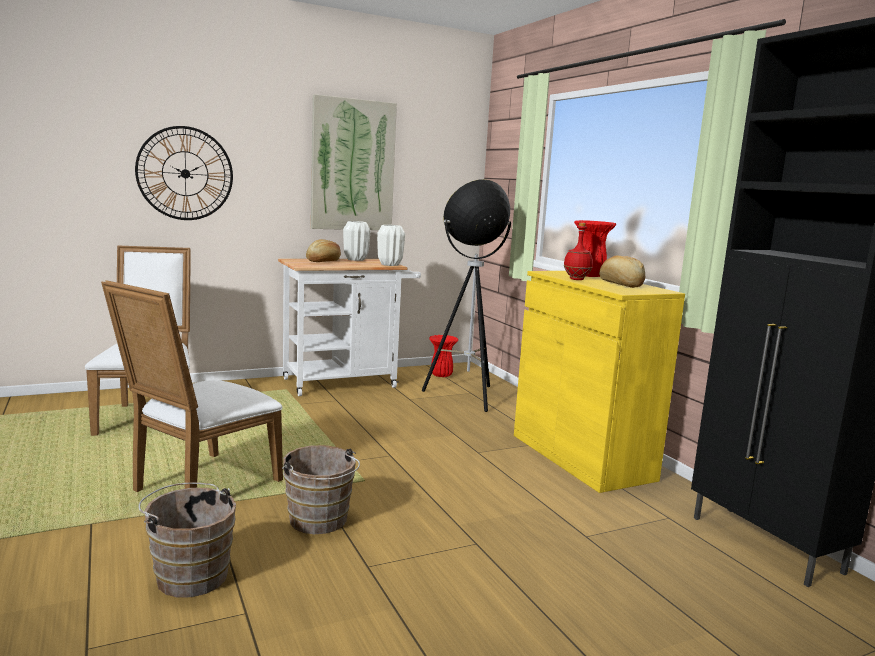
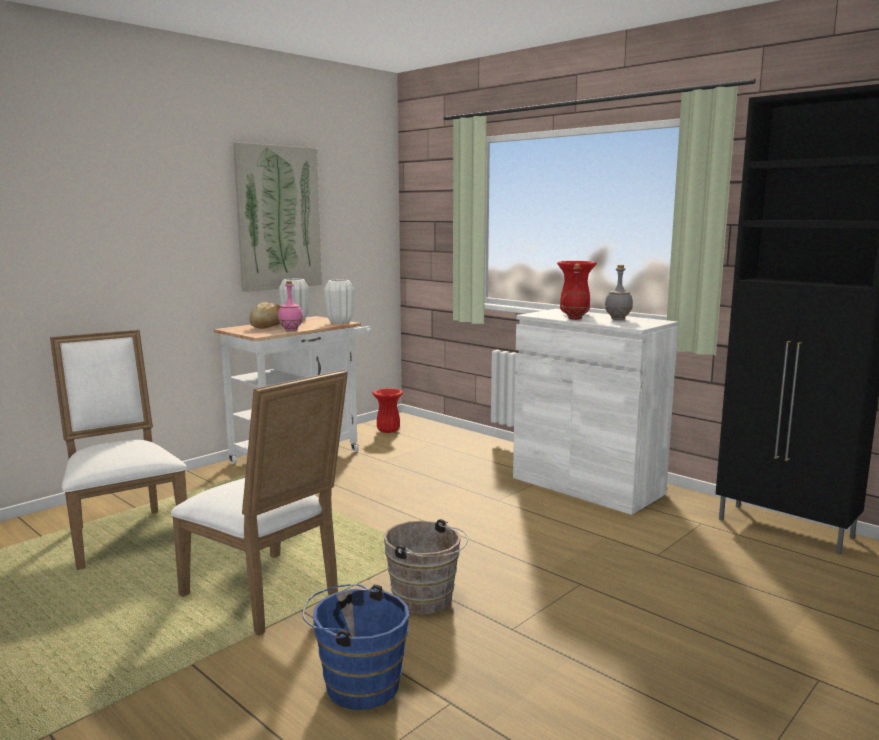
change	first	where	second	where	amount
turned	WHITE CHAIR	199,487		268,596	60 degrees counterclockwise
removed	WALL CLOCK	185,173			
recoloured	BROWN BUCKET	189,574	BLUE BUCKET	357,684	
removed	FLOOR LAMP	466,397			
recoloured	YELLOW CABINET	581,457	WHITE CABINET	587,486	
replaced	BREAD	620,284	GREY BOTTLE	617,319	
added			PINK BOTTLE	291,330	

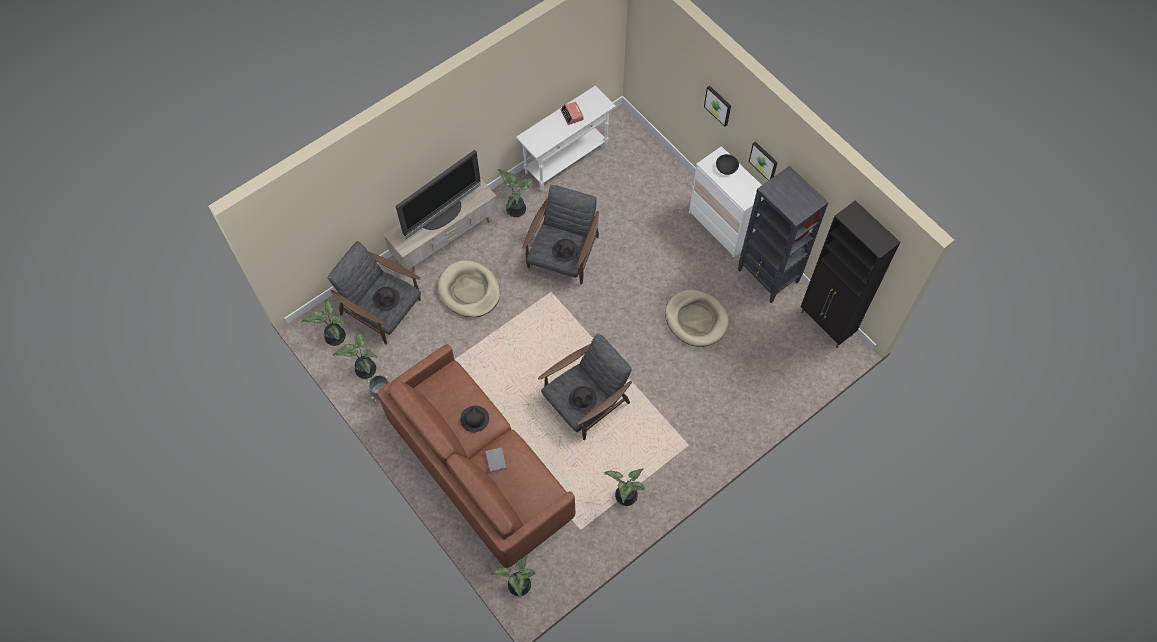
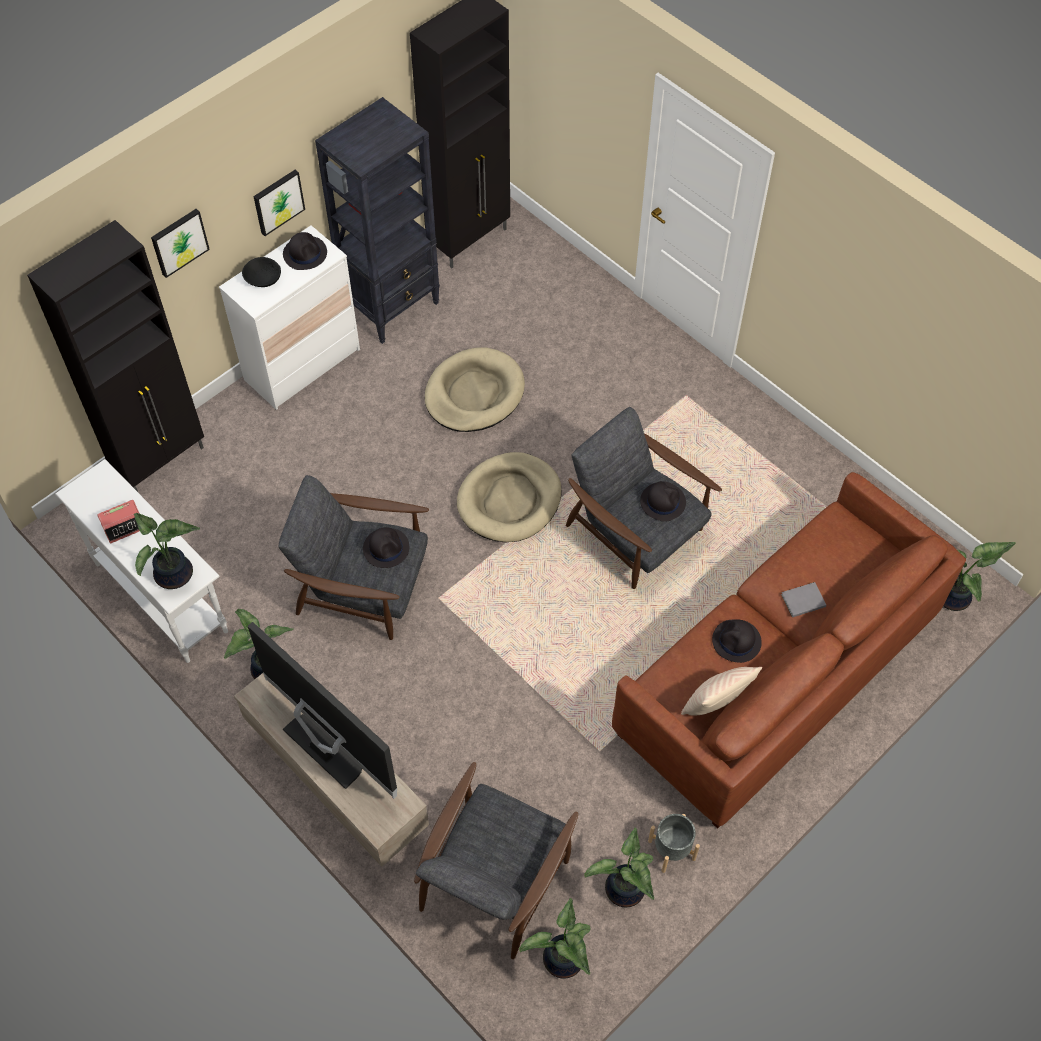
change	first	where	second	where	amount
moved	BLACK HAT	386,299		305,253	
moved	BEIGE DOG BED	469,291		509,500	
moved	POTTED PLANT	625,496		175,576	
added			BLACK CABINET	161,460	
added			BEIGE PILLOW	716,703	

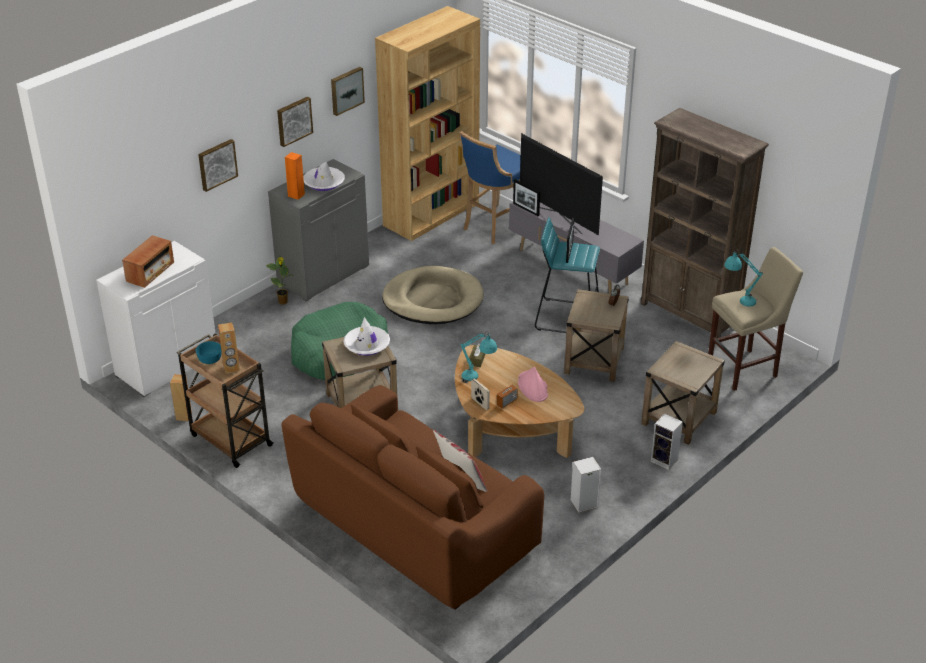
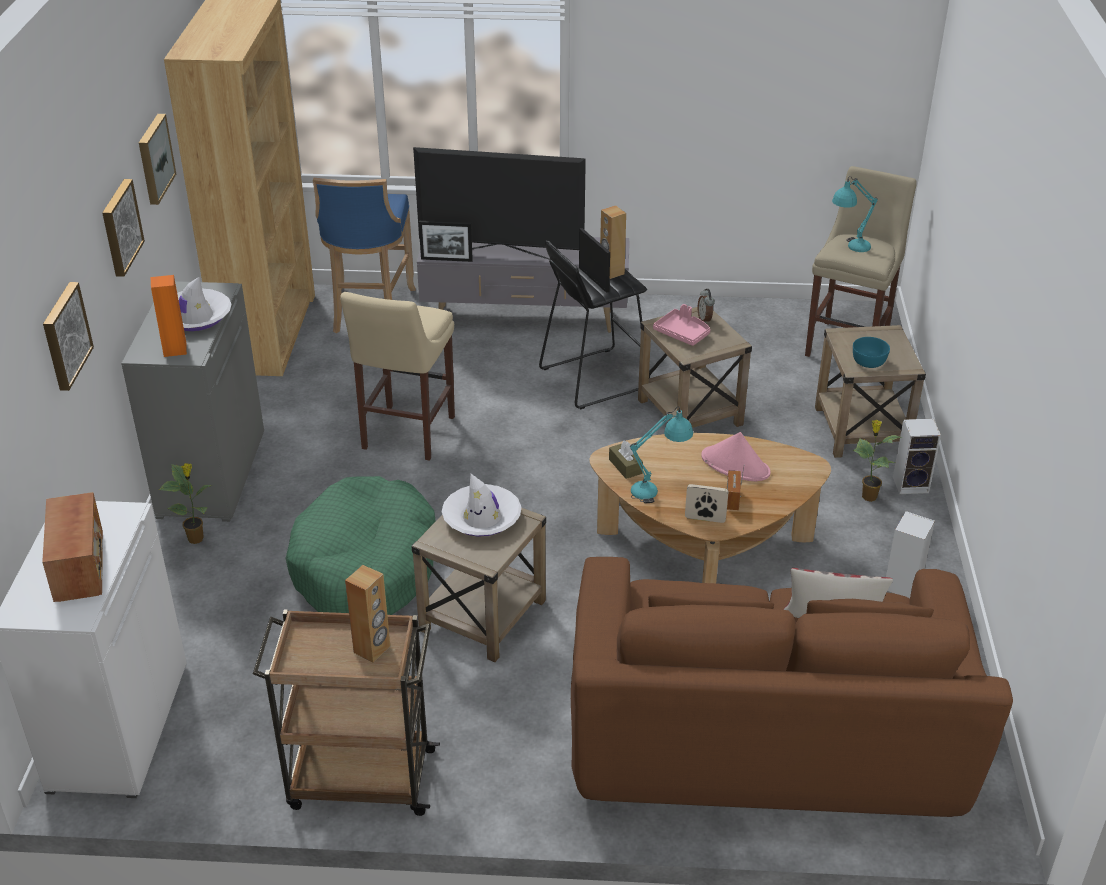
change	first	where	second	where	amount
moved	BROWN SPEAKER	183,416		611,272	
moved	TURQUOISE BOWL	209,358		868,361	
replaced	BEIGE DOG BED	433,300	BEIGE STOOL	406,435	
recoloured	TURQUOISE STOOL	566,317	BLACK STOOL	593,378	
removed	BROWN BOOKCASE	689,315			
added			PINK TRAY	682,333	
added			POTTED PLANT	868,496	

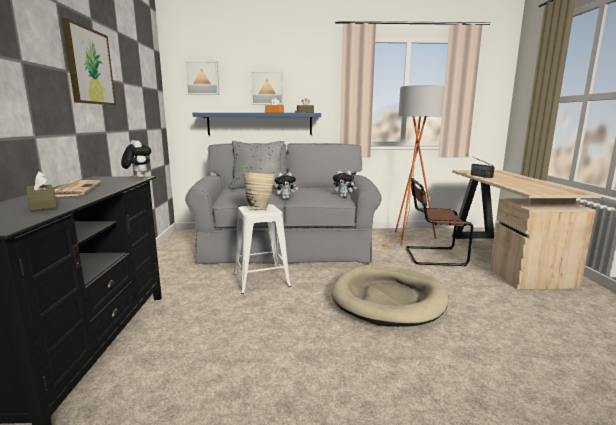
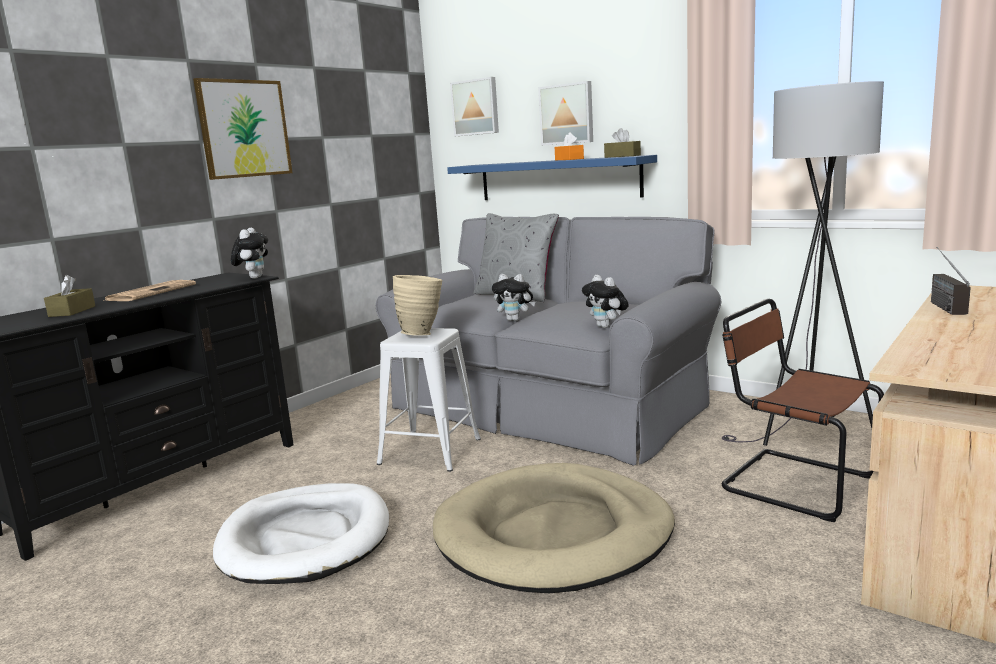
change	first	where	second	where	amount
recoloured	ORANGE FLOOR LAMP	409,239	GREY FLOOR LAMP	809,437	
added			WHITE DOG BED	306,539	

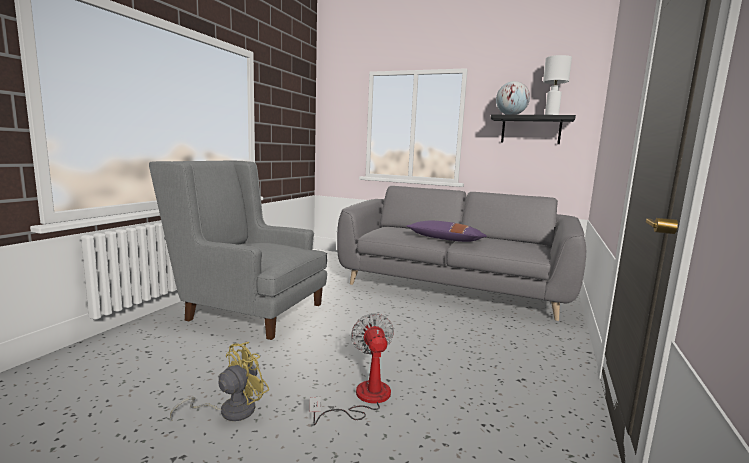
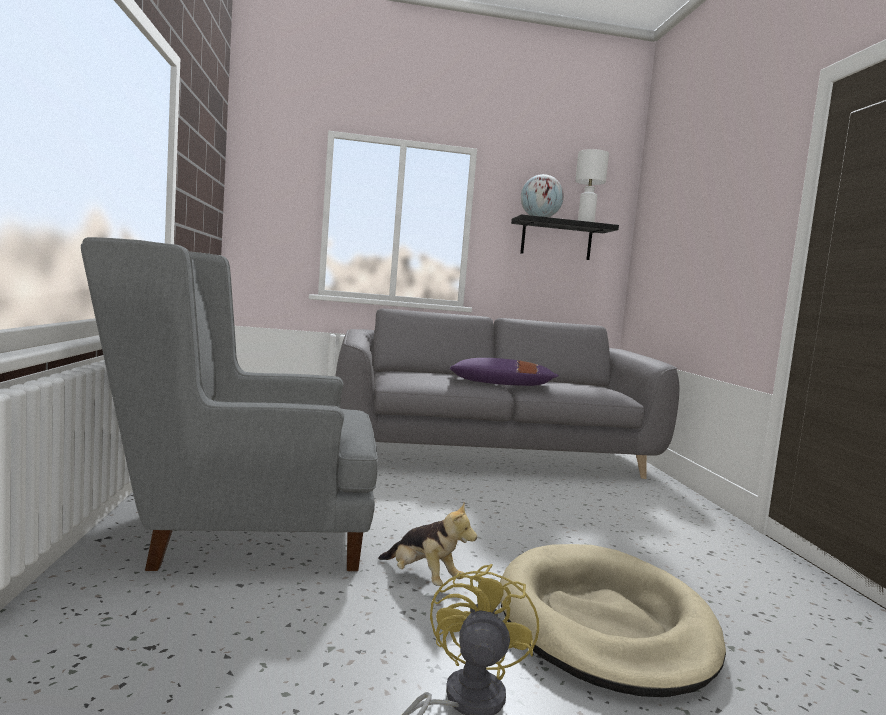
change	first	where	second	where	amount
replaced	FAN	364,399	BEIGE DOG BED	603,623	
added			PLUSH TOY	422,578	

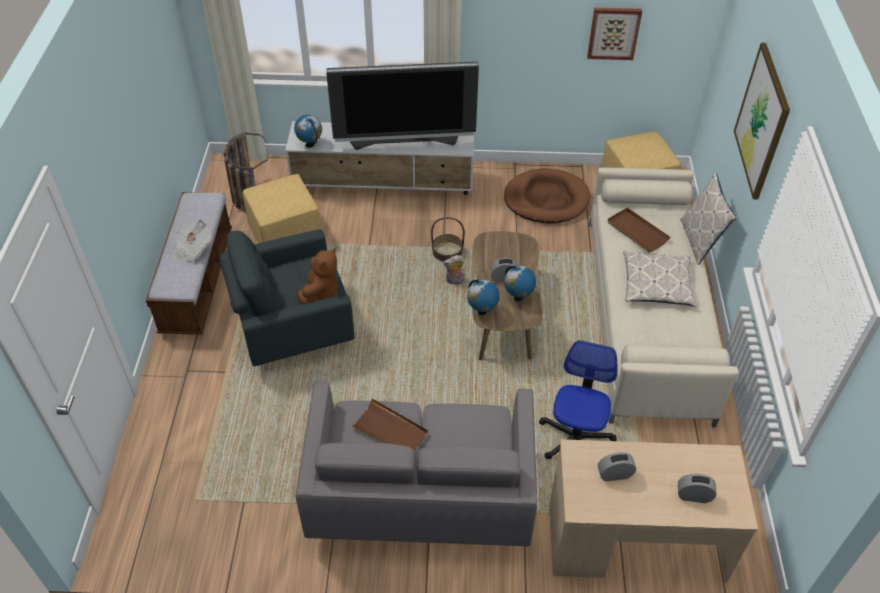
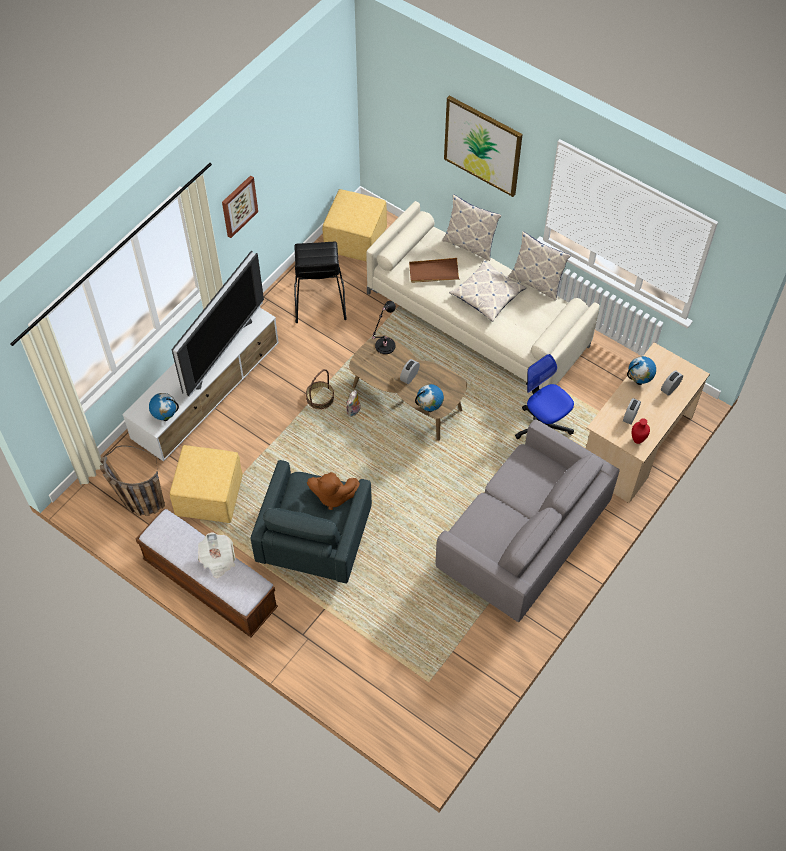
change	first	where	second	where	amount
turned	BROWN PLUSH TOY	320,291		333,496	135 degrees clockwise
removed	BROWN TRAY	390,430			
replaced	BROWN DOG BED	546,199	BLACK STOOL	319,301	
moved	GLOBE	518,297		639,381	
moved	PICTURE	613,33		238,206	
added			BLACK TABLE LAMP	384,347	
added			PILLOW	536,282	
added			RED VASE	637,440	

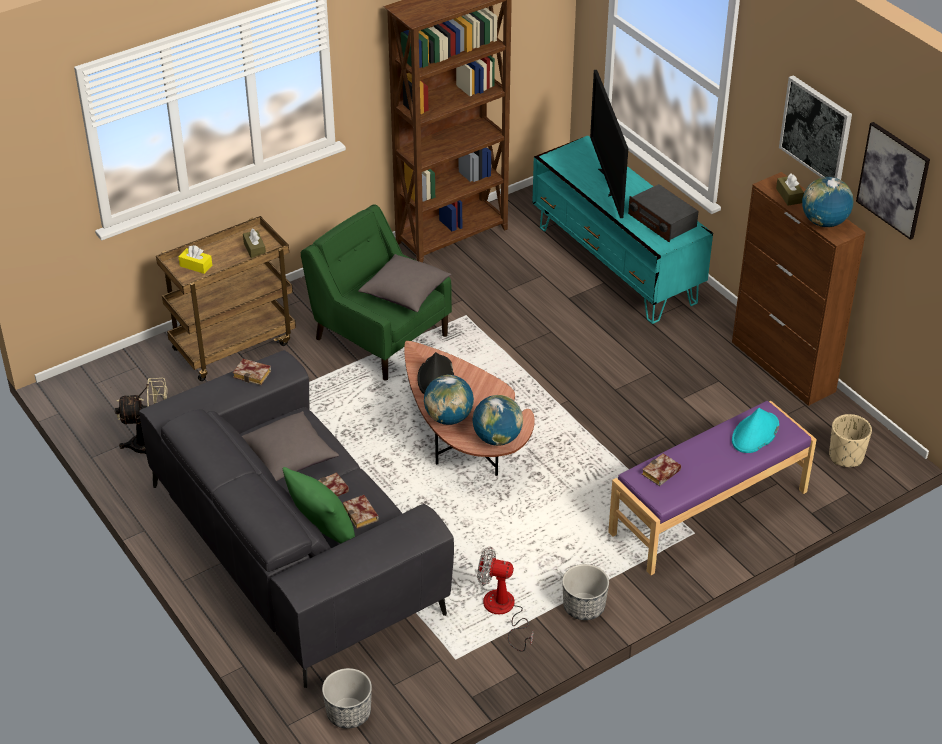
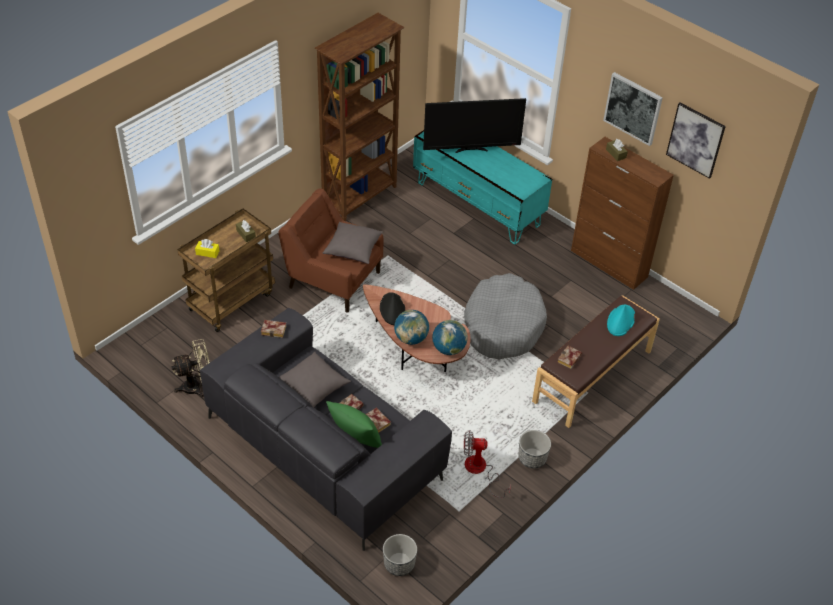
change	first	where	second	where	amount
recoloured	GREEN ARMCHAIR	380,336	BROWN ARMCHAIR	333,279	
turned	TELEVISION	608,182		471,149	75 degrees counterclockwise
recoloured	PURPLE BENCH	709,513	BROWN BENCH	593,376	
removed	RADIO	662,221			
removed	GLOBE	824,222			
removed	BEIGE PLANTER	846,456			
added			GREY DOG BED	503,325	

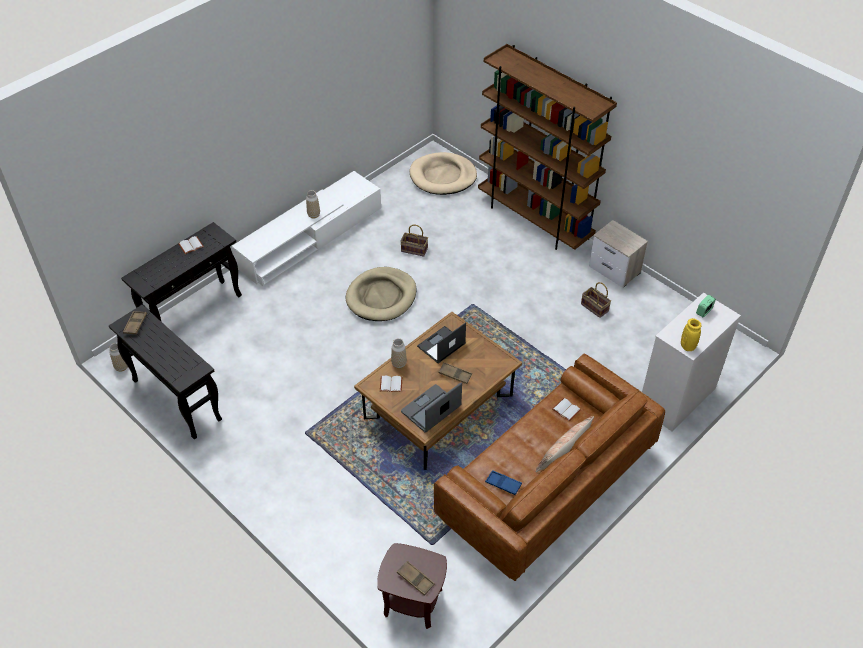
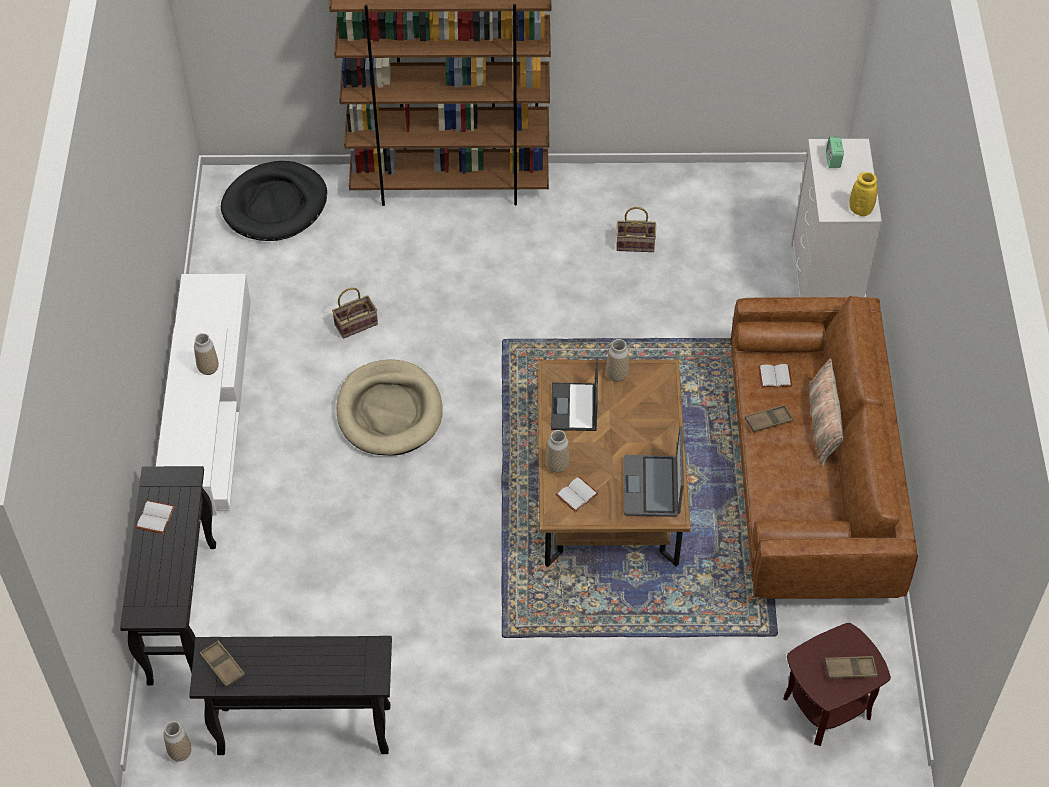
change	first	where	second	where	amount
recoloured	BEIGE DOG BED	443,176	BLACK DOG BED	275,205	
moved	BROWN TRAY	455,375		768,421	
removed	BLUE TRAY	503,484			
removed	NIGHTSTAND	615,270			
added			VASE	617,375	

